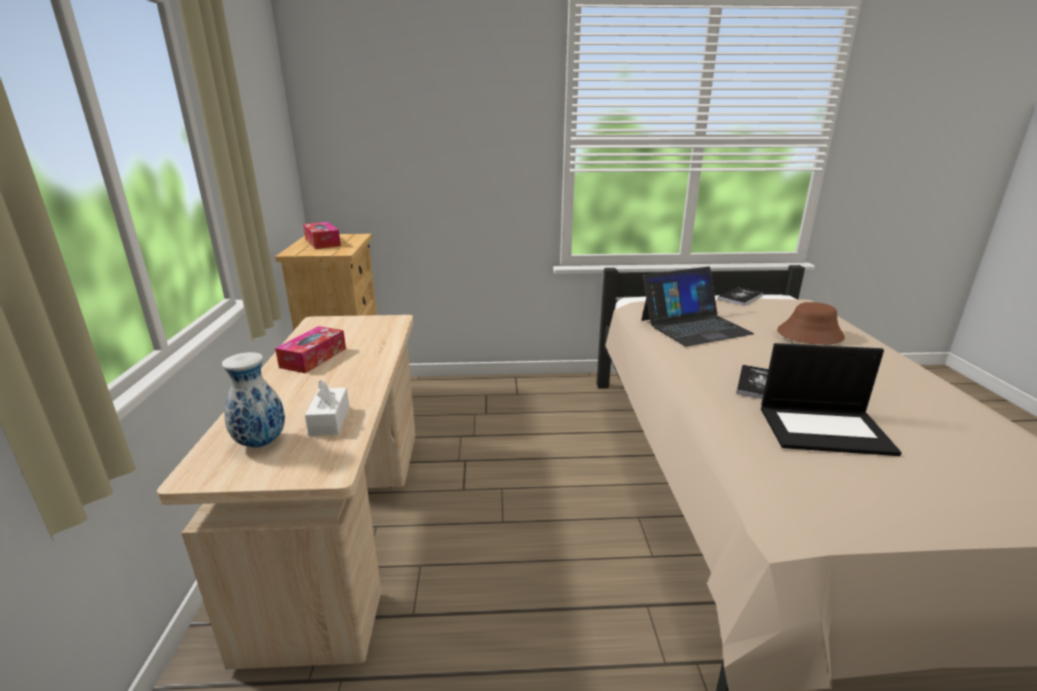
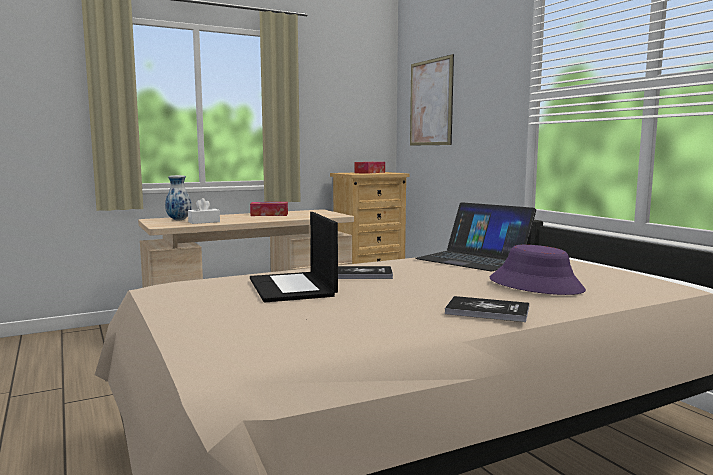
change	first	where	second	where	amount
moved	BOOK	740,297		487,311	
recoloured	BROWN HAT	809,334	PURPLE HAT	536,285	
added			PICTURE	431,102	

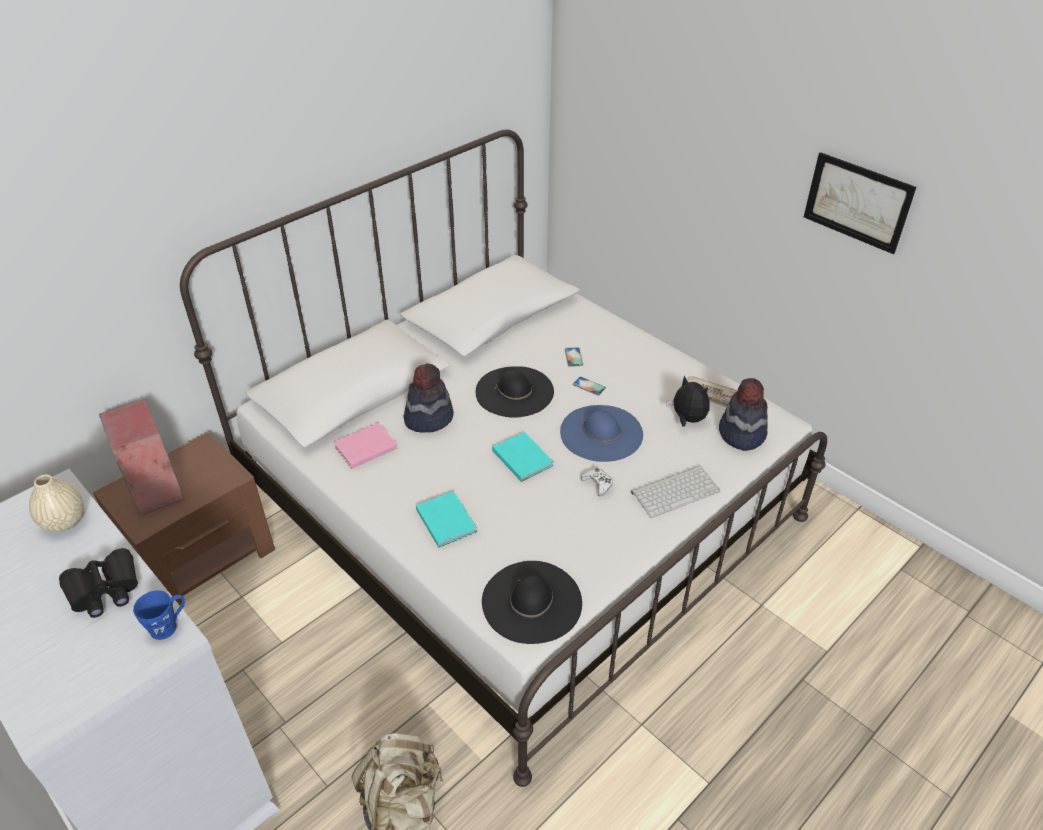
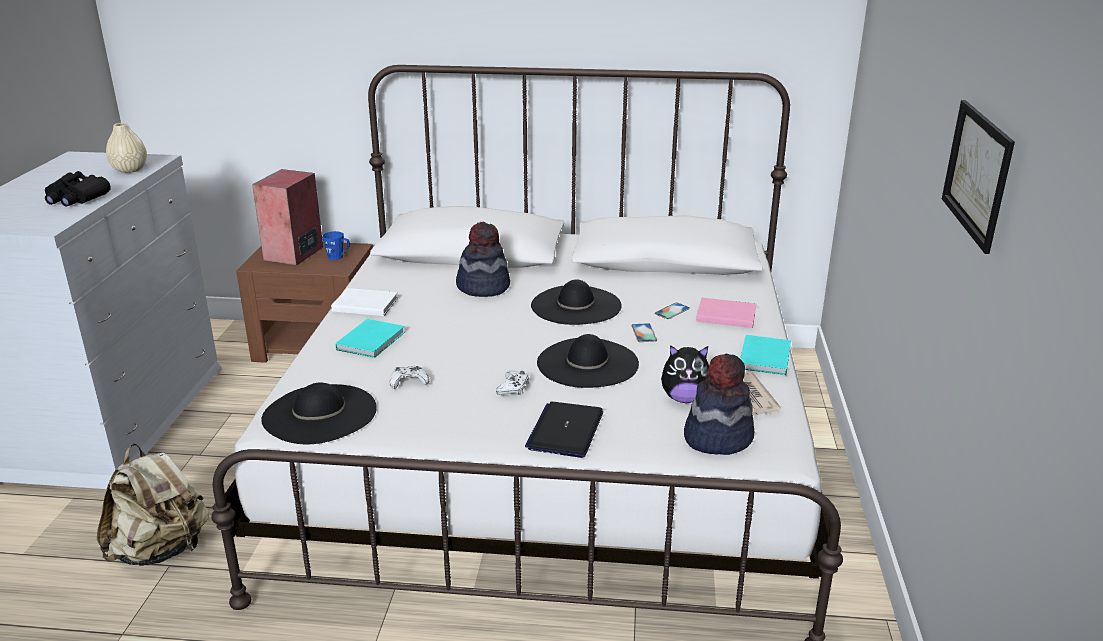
change	first	where	second	where	amount
moved	BLUE MUG	168,626		338,257	
moved	PINK BOOK	364,447		724,315	
moved	TURQUOISE BOOK	522,457		766,357	
recoloured	BLUE HAT	601,433	BLACK HAT	587,363	
replaced	KEYBOARD	675,491	LAPTOP	565,431	
turned	PLUSH TOY	687,419		684,398	90 degrees clockwise
added			WHITE BOOK	364,304	
added			WHITE GAME CONTROLLER	409,381	

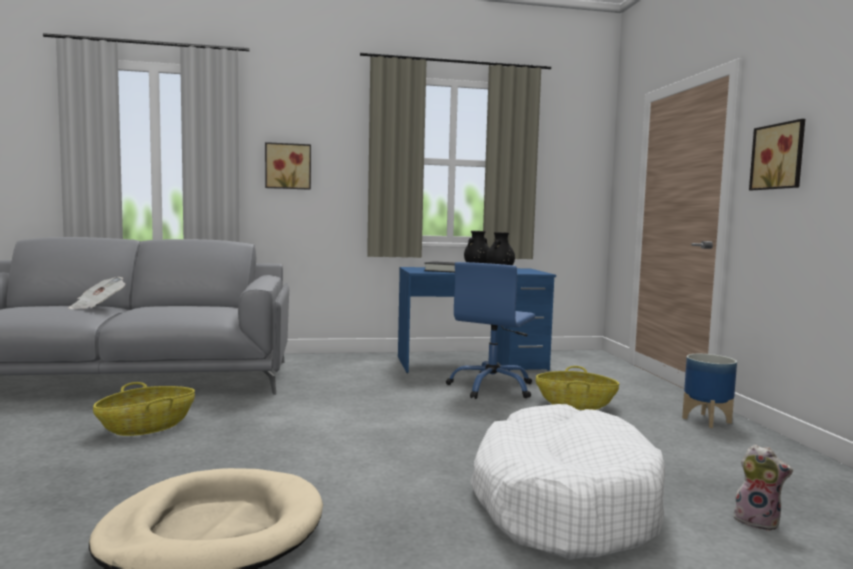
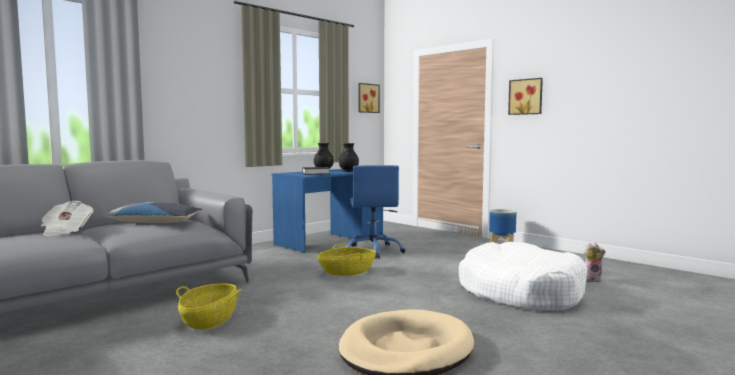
change	first	where	second	where	amount
moved	PICTURE	288,166		367,98	
moved	BASKET	575,404		347,272	
added			PILLOW	154,222	

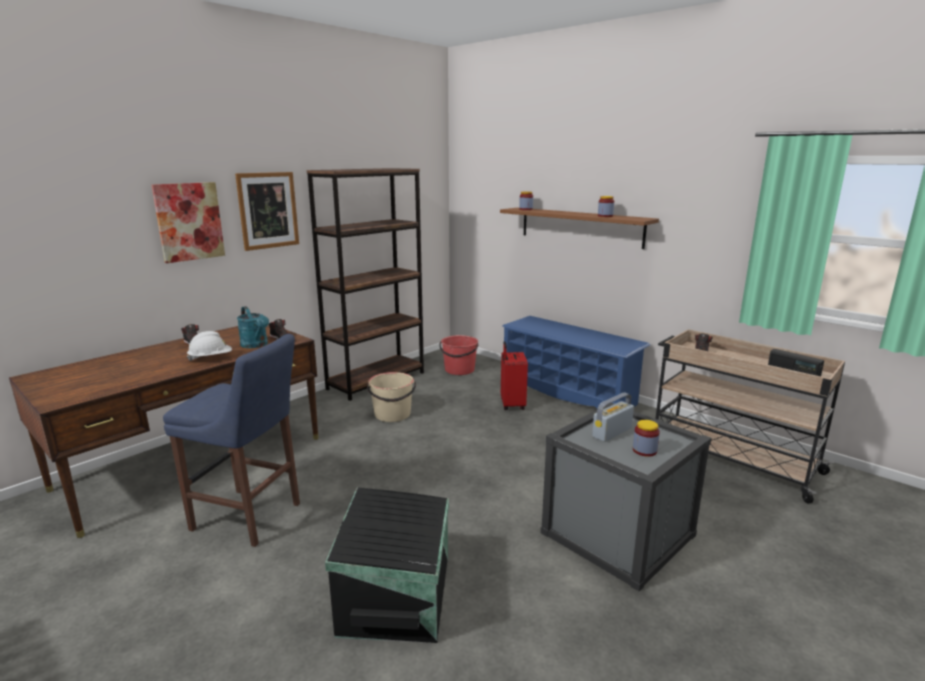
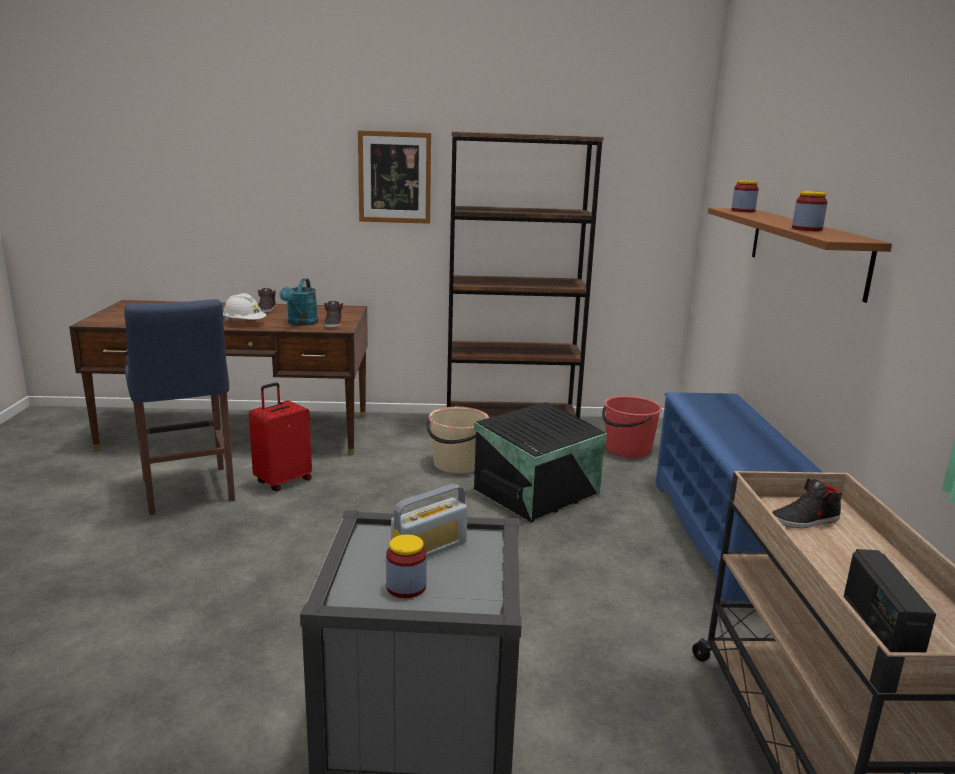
change	first	where	second	where	amount
removed	PICTURE	189,221			
moved	BLACK STORAGE BOX	398,593		539,492	
moved	RED SUITCASE	511,405		283,481	
turned	RADIO	612,432		429,549	135 degrees clockwise

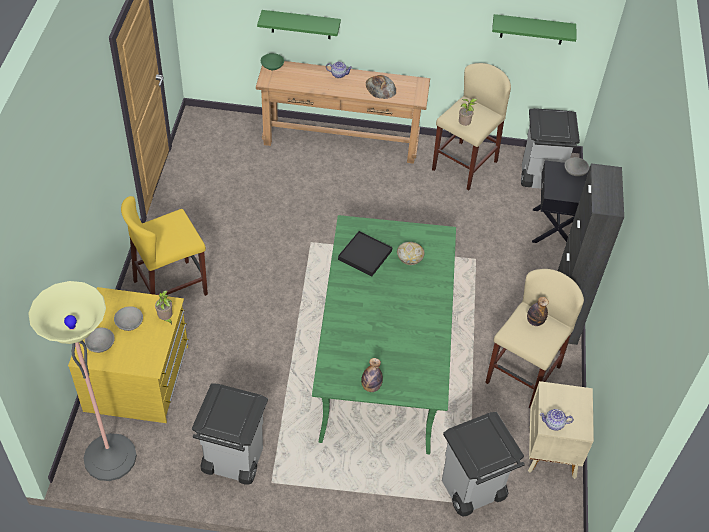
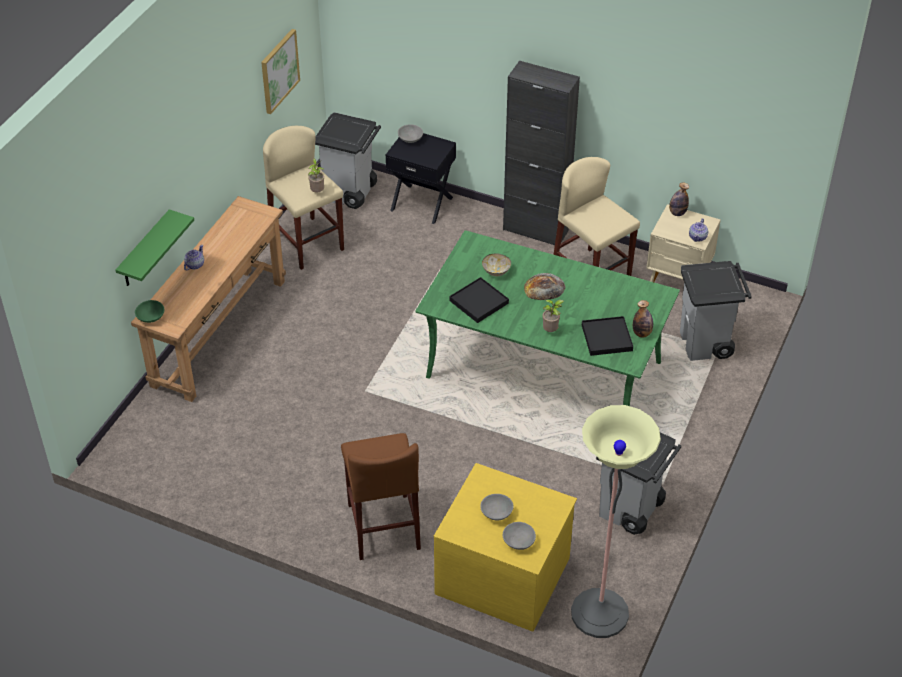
change	first	where	second	where	amount
recoloured	YELLOW STOOL	170,287	BROWN STOOL	383,526	
moved	POTTED PLANT	166,319		551,331	
moved	BREAD	380,87		544,288	
replaced	GREEN SHELF	532,29	PICTURE	279,71	
moved	BOTTLE	535,321		677,213	
added			BLACK TRAY	607,338	

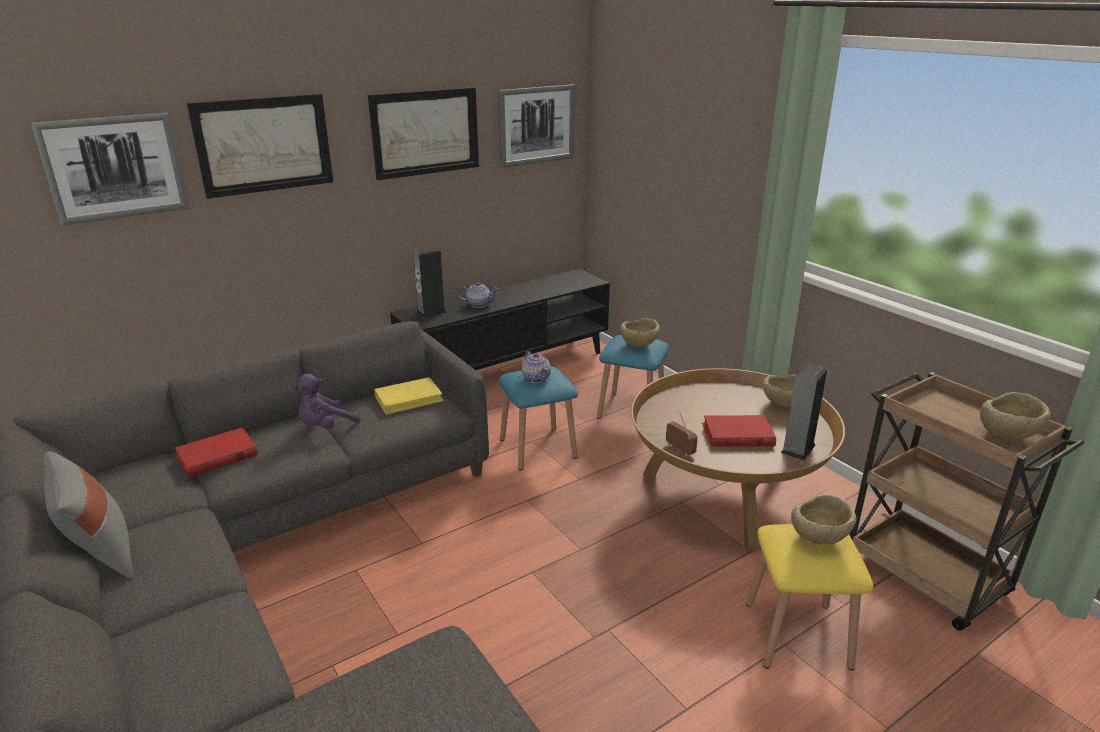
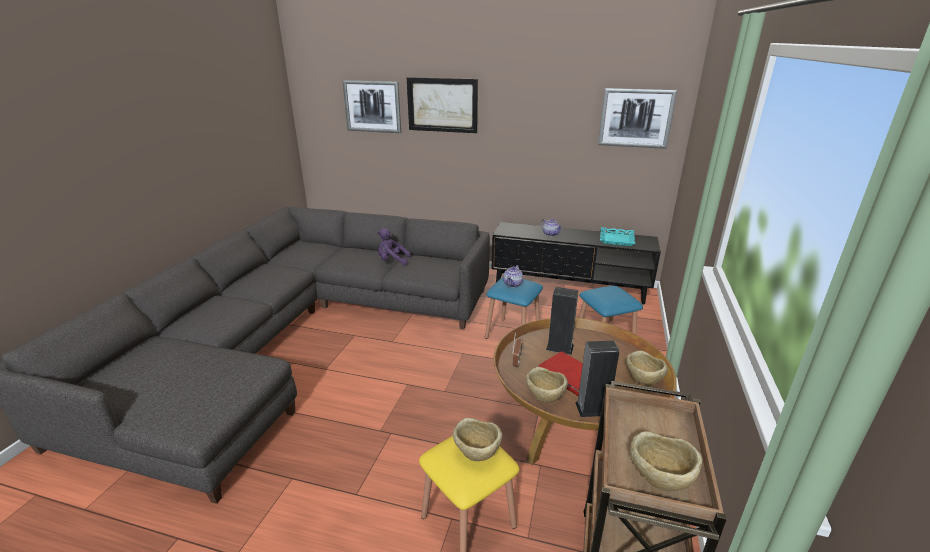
change	first	where	second	where	amount
removed	GREY PILLOW	101,556			
removed	RED BOOK	217,456			
removed	PICTURE	425,132			
removed	YELLOW BOOK	409,399			
moved	SPEAKER	431,312		560,347	
moved	BEIGE BOWL	639,346		544,398	
added			TURQUOISE TRAY	616,239	

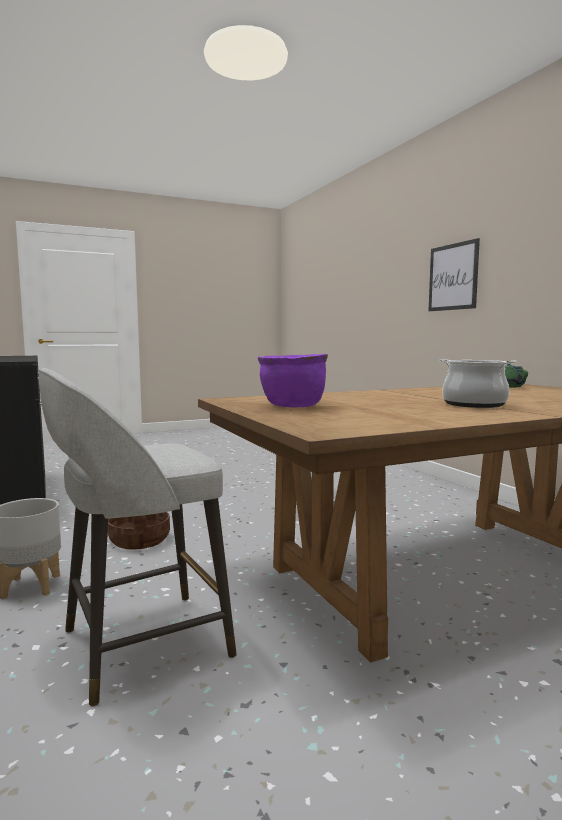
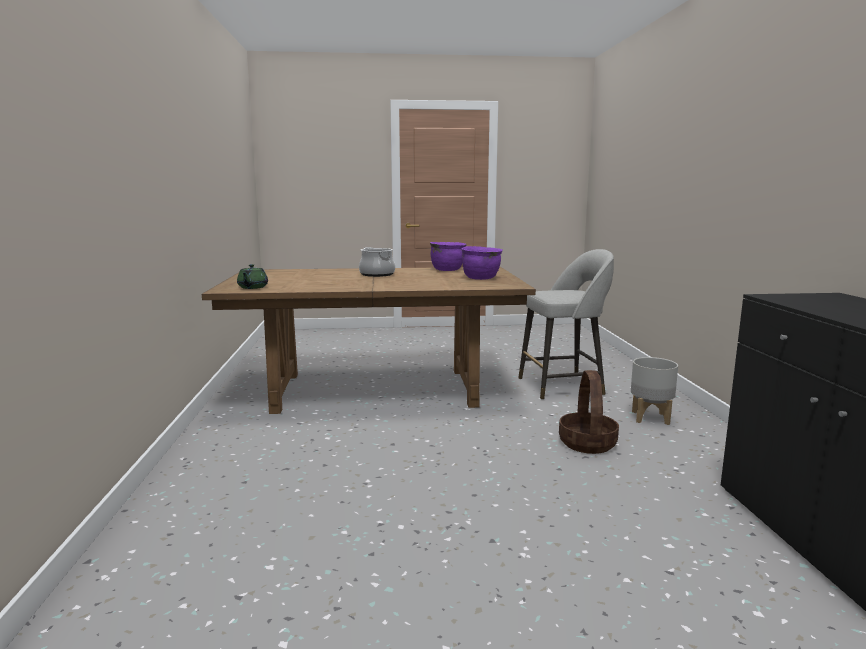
change	first	where	second	where	amount
removed	PICTURE	453,277			
added			PURPLE COOKING POT	447,270	

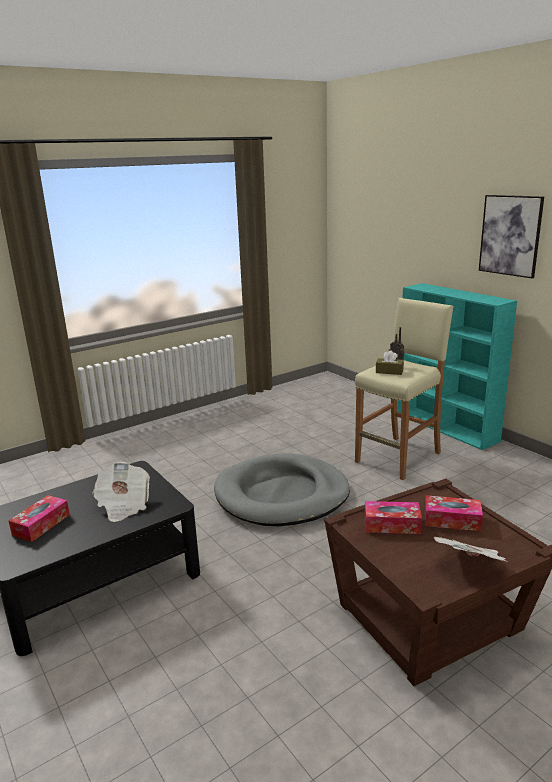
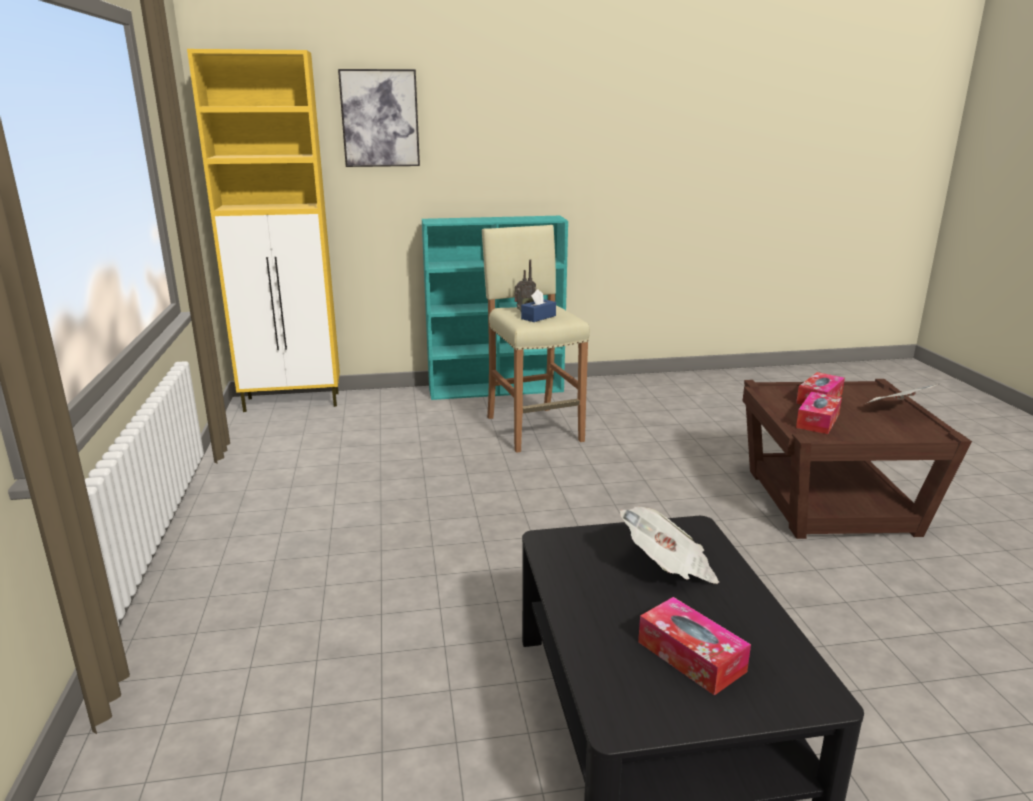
change	first	where	second	where	amount
removed	GREY DOG BED	282,495			
recoloured	BROWN TISSUE BOX	389,371	BLUE TISSUE BOX	538,317	
moved	PICTURE	510,235		380,118	
added			YELLOW CABINET	293,402	

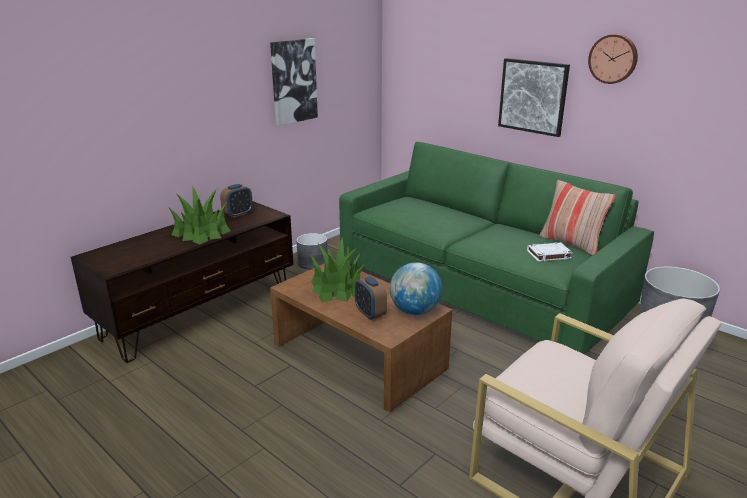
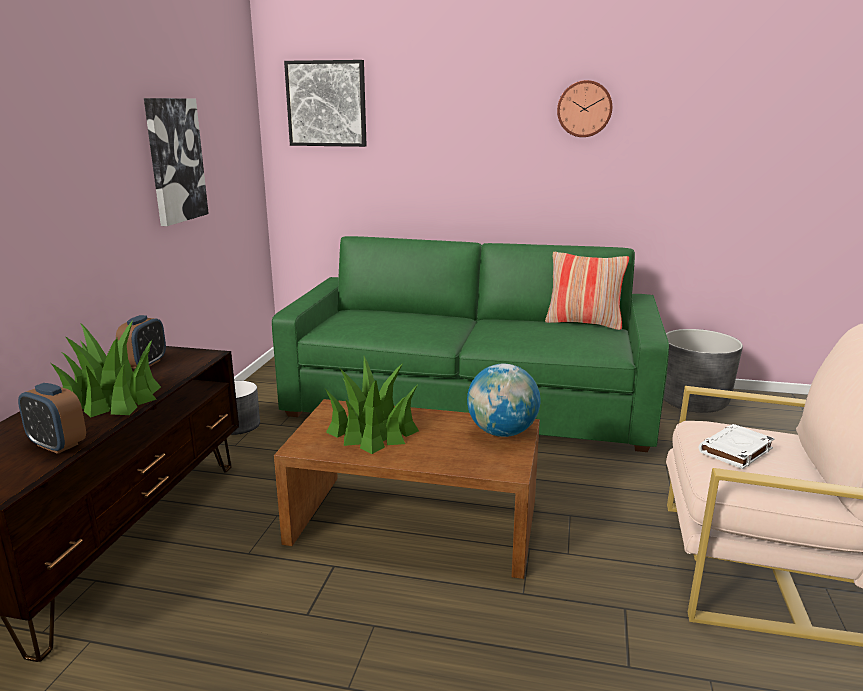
change	first	where	second	where	amount
moved	ALARM CLOCK	370,313		57,445	
moved	PICTURE	533,96		326,104	
moved	WHITE BOOK	548,254		735,451	

